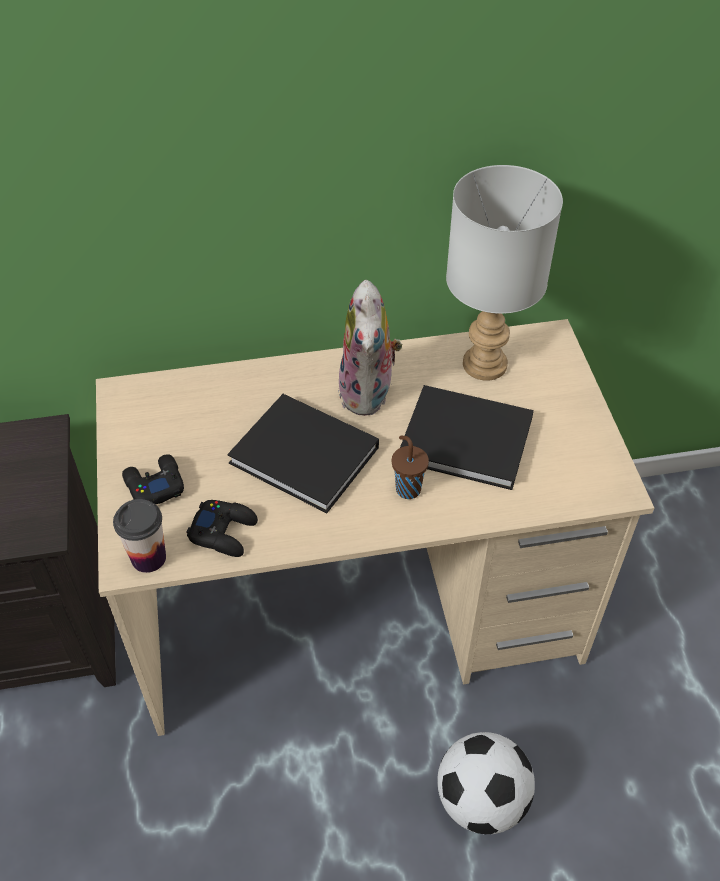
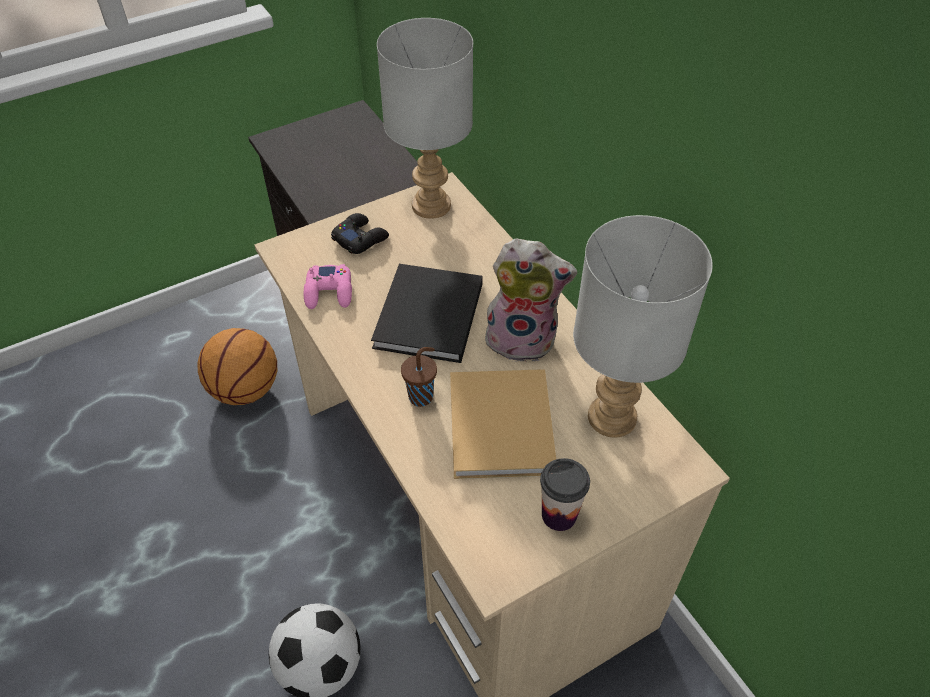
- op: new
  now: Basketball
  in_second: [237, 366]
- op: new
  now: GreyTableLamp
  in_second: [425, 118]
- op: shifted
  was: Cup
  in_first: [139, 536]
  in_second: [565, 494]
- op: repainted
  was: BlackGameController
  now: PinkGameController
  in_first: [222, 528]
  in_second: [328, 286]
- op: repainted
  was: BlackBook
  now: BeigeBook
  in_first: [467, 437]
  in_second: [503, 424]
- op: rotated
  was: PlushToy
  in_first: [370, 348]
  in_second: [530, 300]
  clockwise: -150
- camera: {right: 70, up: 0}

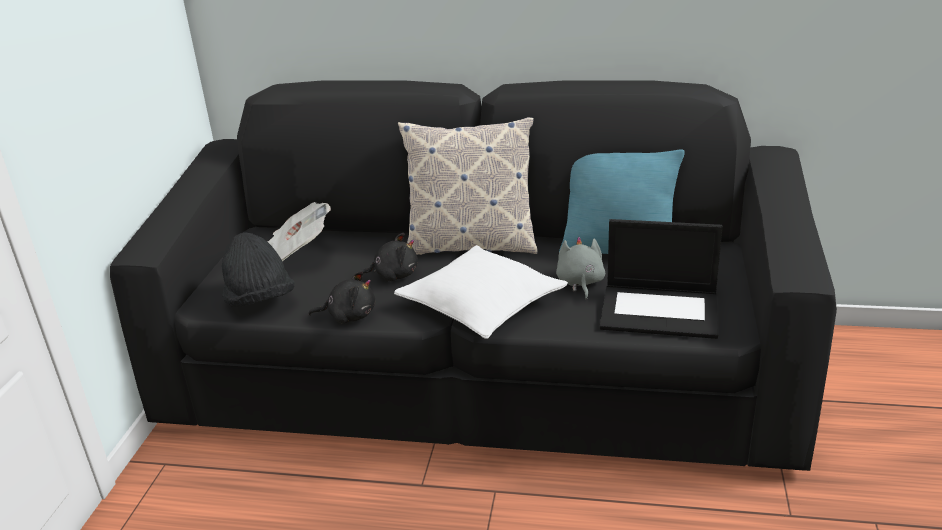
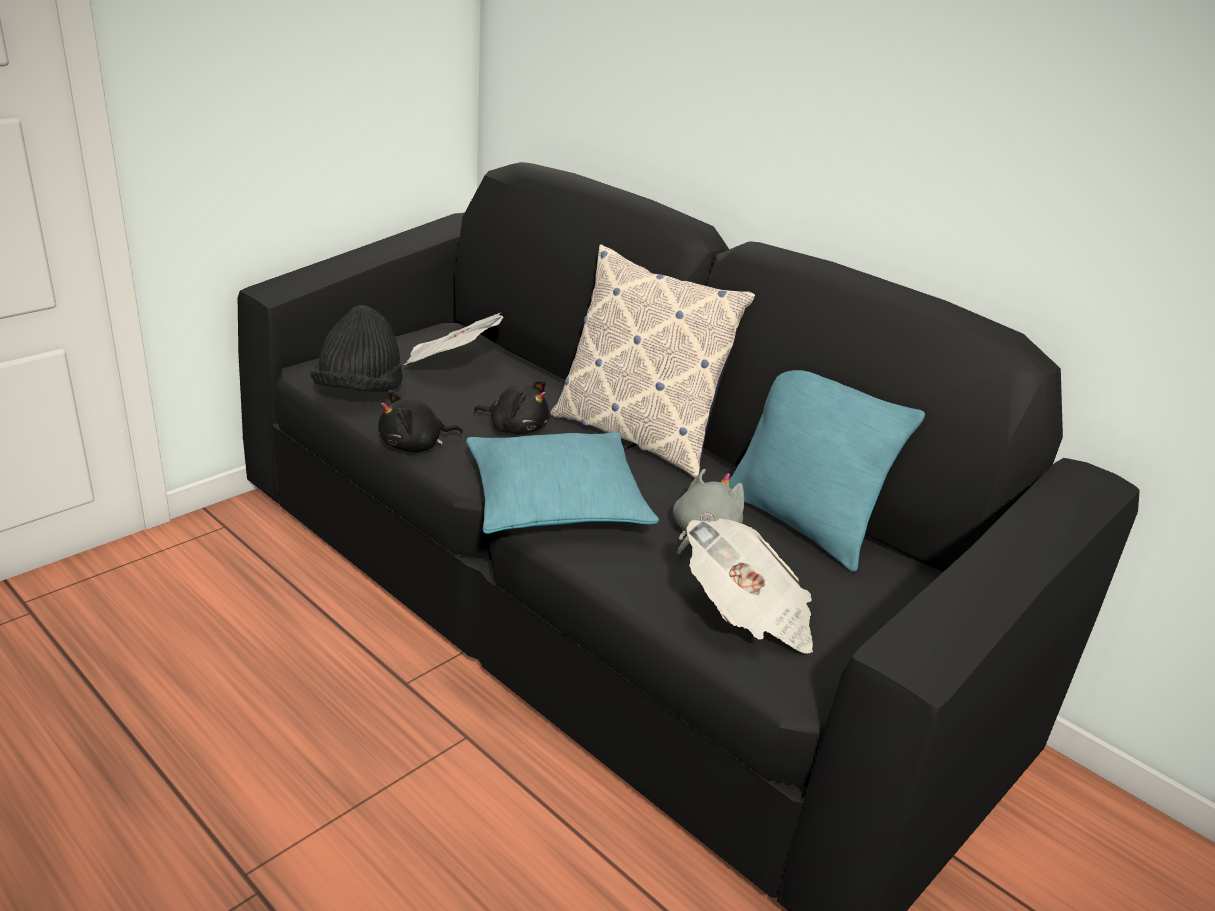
- op: swapped
  was: Laptop
  now: Newspaper
  in_first: [661, 279]
  in_second: [749, 586]
- op: repainted
  was: WhitePillow
  now: TurquoisePillow
  in_first: [481, 292]
  in_second: [562, 483]
- op: rotated
  was: BlackPlushToy
  in_first: [341, 297]
  in_second: [420, 421]
  clockwise: 120
- camera: {right: 30, up: 0}

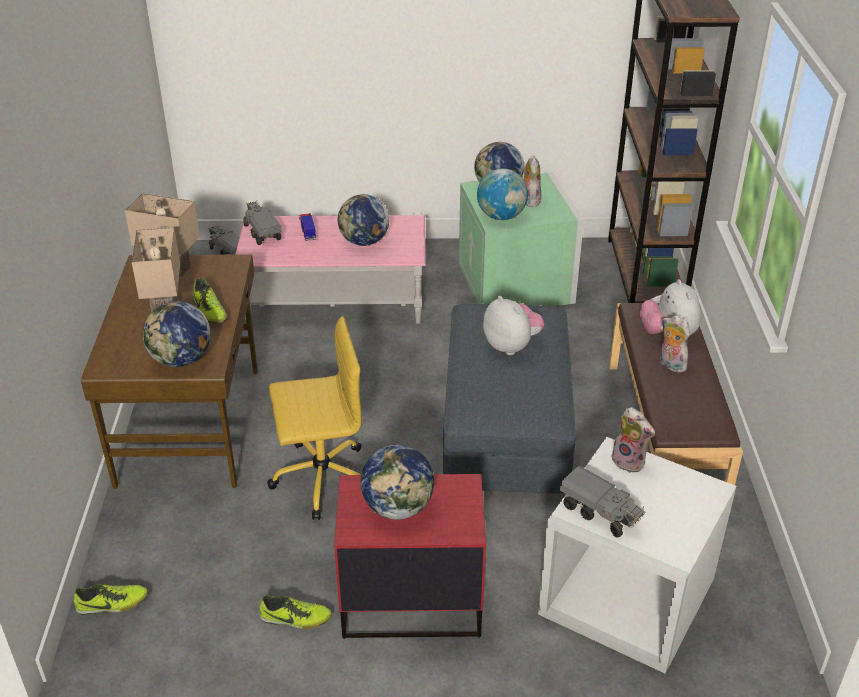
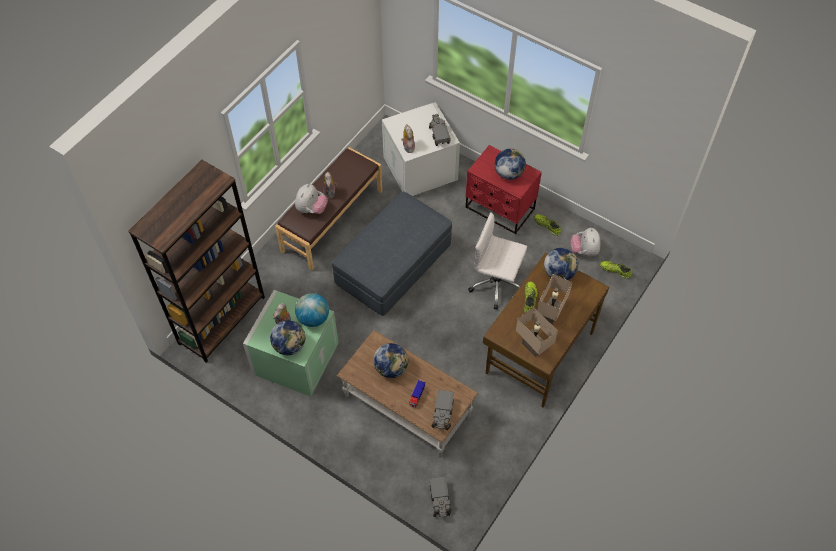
- op: shifted
  was: PlushToy
  in_first: [513, 325]
  in_second: [585, 242]
- op: repainted
  was: PinkCoffeeTable
  now: BrownCoffeeTable
  in_first: [331, 269]
  in_second: [407, 393]
- op: repainted
  was: YellowOfficeChair
  now: WhiteOfficeChair
  in_first: [314, 418]
  in_second: [497, 261]
- camera: {right: -145, up: 20}

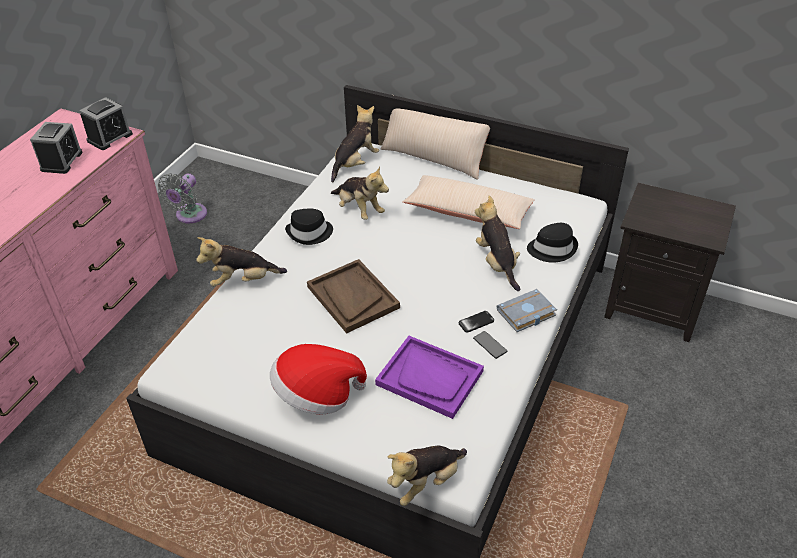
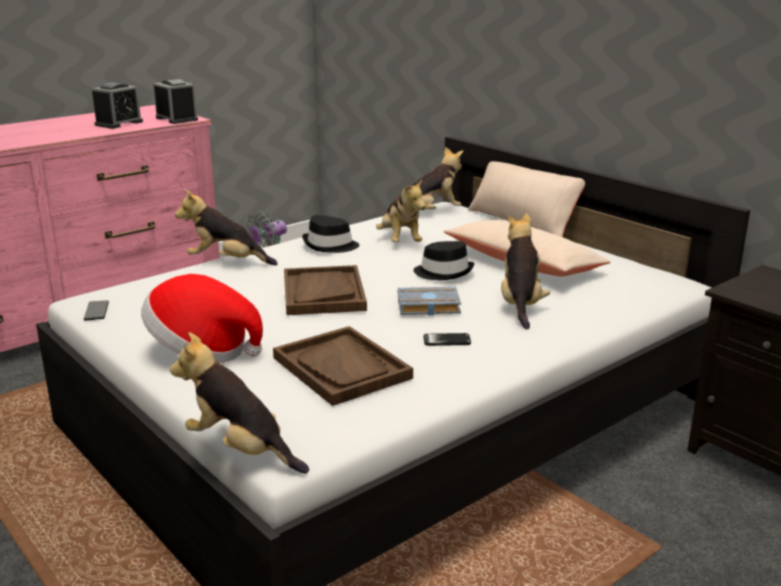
- op: shifted
  was: Phone
  in_first: [490, 345]
  in_second: [96, 310]
- op: shifted
  was: GreyBook
  in_first: [527, 310]
  in_second: [429, 301]
- op: shifted
  was: BlackHat
  in_first: [552, 243]
  in_second: [443, 260]
- op: repainted
  was: PurpleTray
  now: BrownTray
  in_first: [429, 377]
  in_second: [343, 366]
- op: rotated
  was: AlarmClock
  in_first: [106, 123]
  in_second: [175, 101]
  clockwise: -105
- op: rotated
  was: PlushToy
  in_first: [427, 476]
  in_second: [239, 403]
  clockwise: 45
- camera: {right: 25, up: -20}

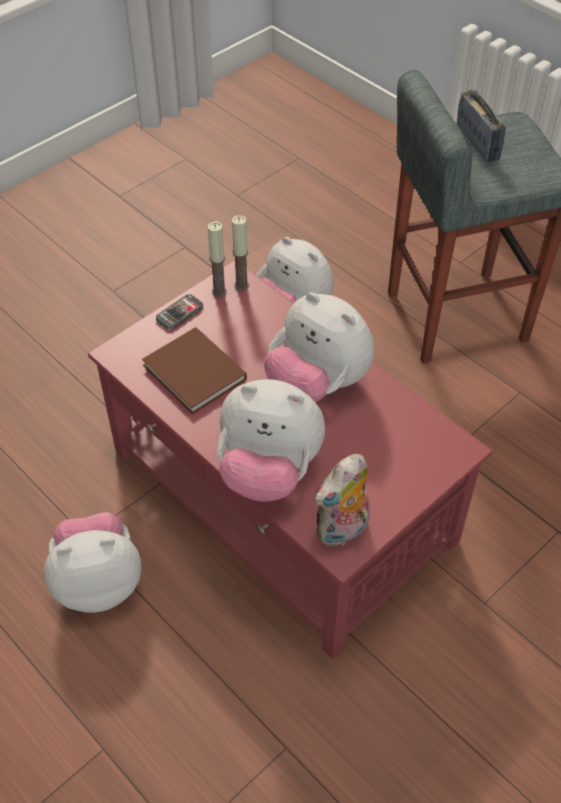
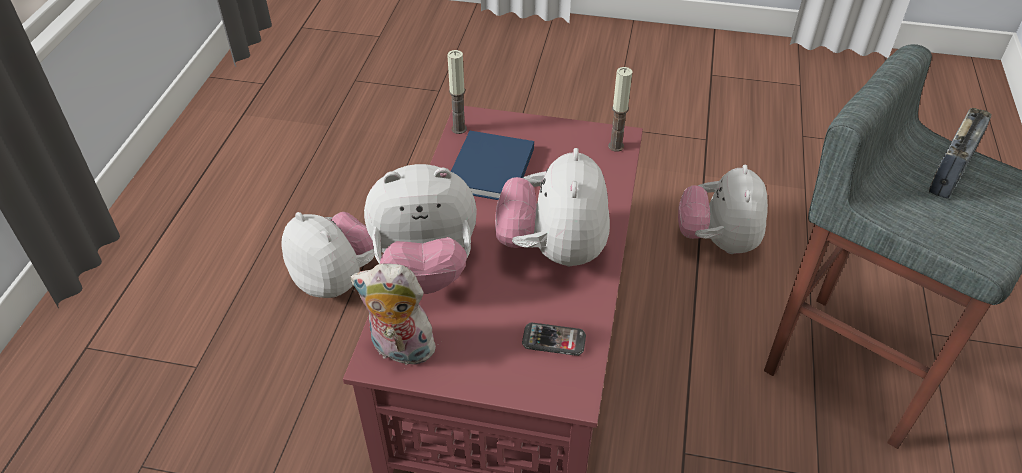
- op: shifted
  was: Phone
  in_first: [179, 312]
  in_second: [554, 339]
- op: shifted
  was: Candle
  in_first: [217, 259]
  in_second: [457, 92]
- op: repainted
  was: BrownBook
  now: BlueBook
  in_first: [194, 370]
  in_second: [492, 165]
- op: rotated
  was: PlushToy
  in_first: [271, 440]
  in_second: [420, 229]
  clockwise: -75
- camera: {right: 55, up: -5}

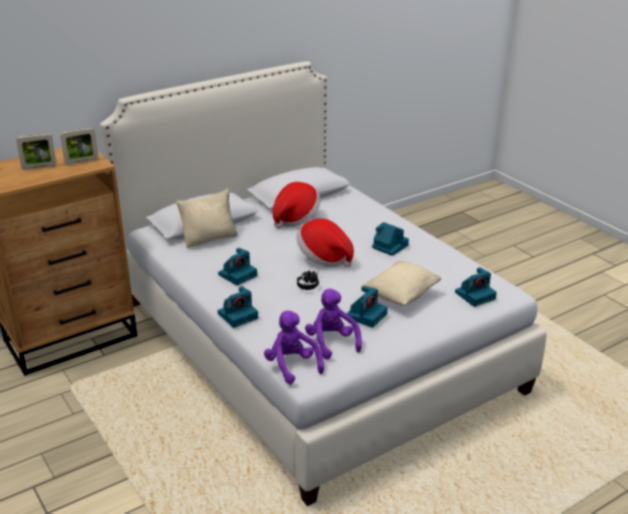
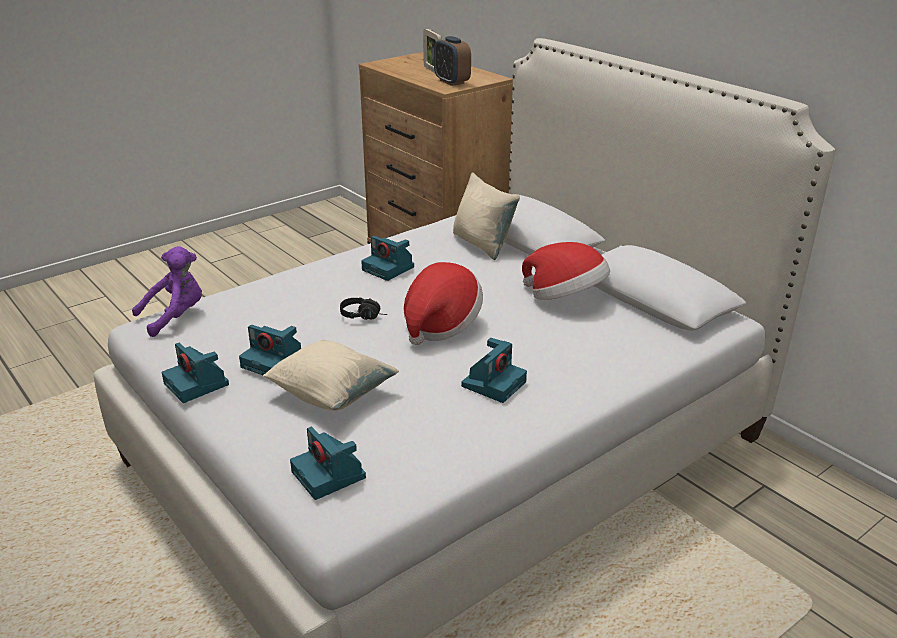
- op: gone
  was: PurplePlushToy
  in_first: [333, 324]
- op: shifted
  was: PhotoCamera
  in_first: [237, 307]
  in_second: [195, 373]
- op: swapped
  was: PictureFrame
  now: AlarmClock
  in_first: [79, 146]
  in_second: [452, 61]
- camera: {right: 85, up: 0}

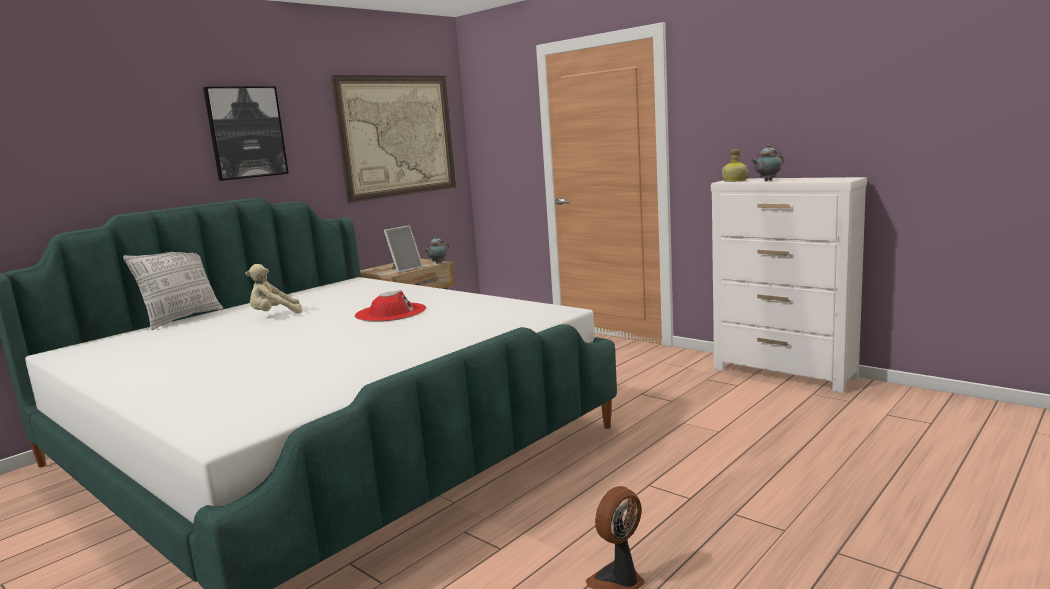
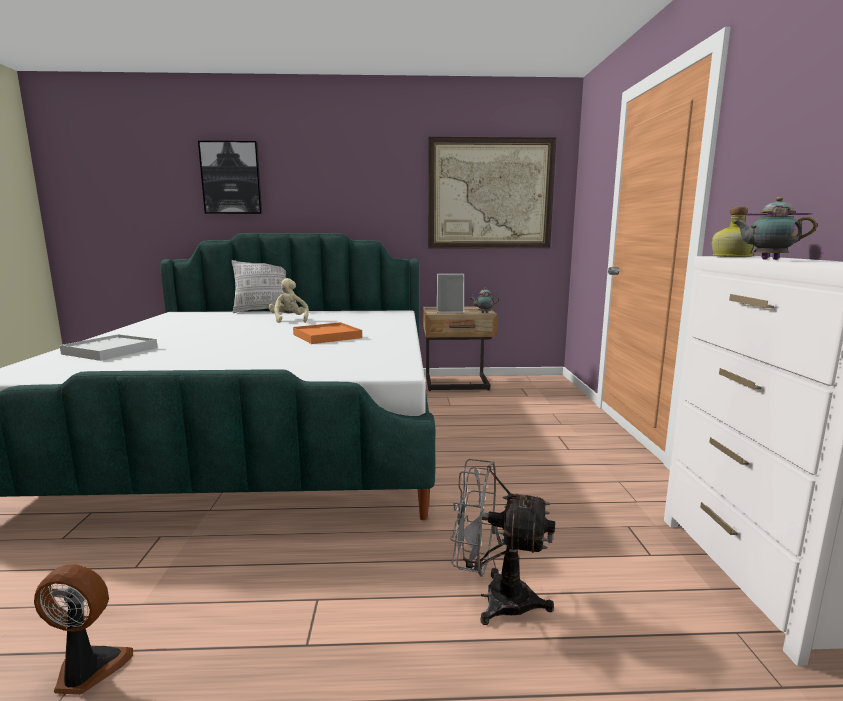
- op: new
  now: WhiteTray
  in_second: [109, 347]
- op: new
  now: GreyFan
  in_second: [502, 542]
- op: shifted
  was: Picture
  in_first: [246, 133]
  in_second: [230, 177]
- op: swapped
  was: RedHat
  now: OrangeTray
  in_first: [390, 306]
  in_second: [327, 333]
- op: rotated
  was: BeigePlushToy
  in_first: [273, 289]
  in_second: [289, 300]
  clockwise: 45
- camera: {right: 45, up: 0}

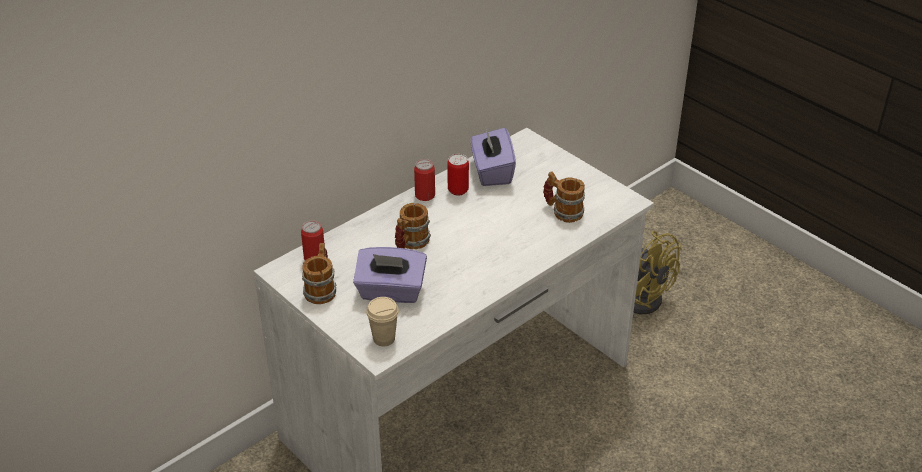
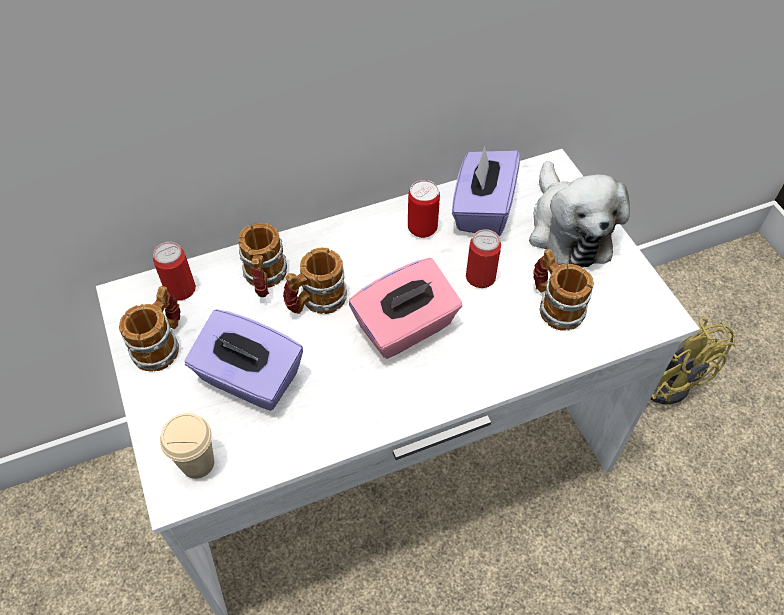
- op: new
  now: Mug
  in_second: [262, 260]
- op: new
  now: PinkTissueBox
  in_second: [405, 308]
- op: new
  now: PlushToy
  in_second: [579, 214]
- op: shifted
  was: Can
  in_first: [424, 180]
  in_second: [483, 258]
- camera: {right: 20, up: 15}

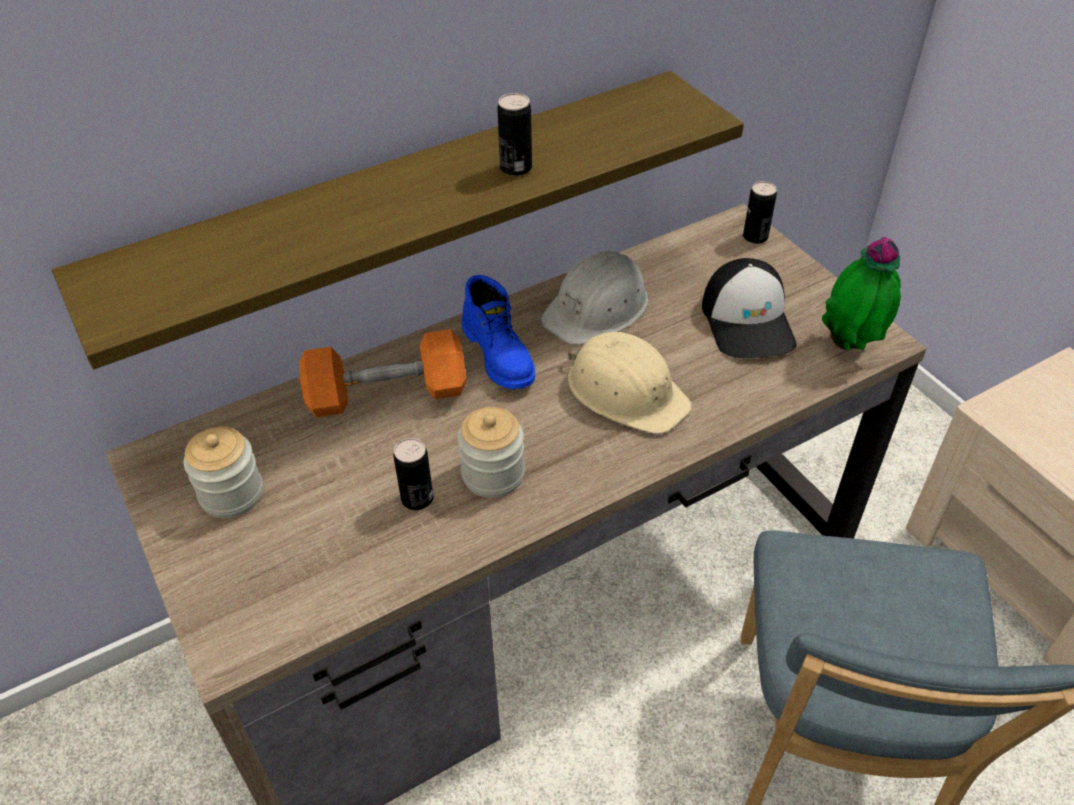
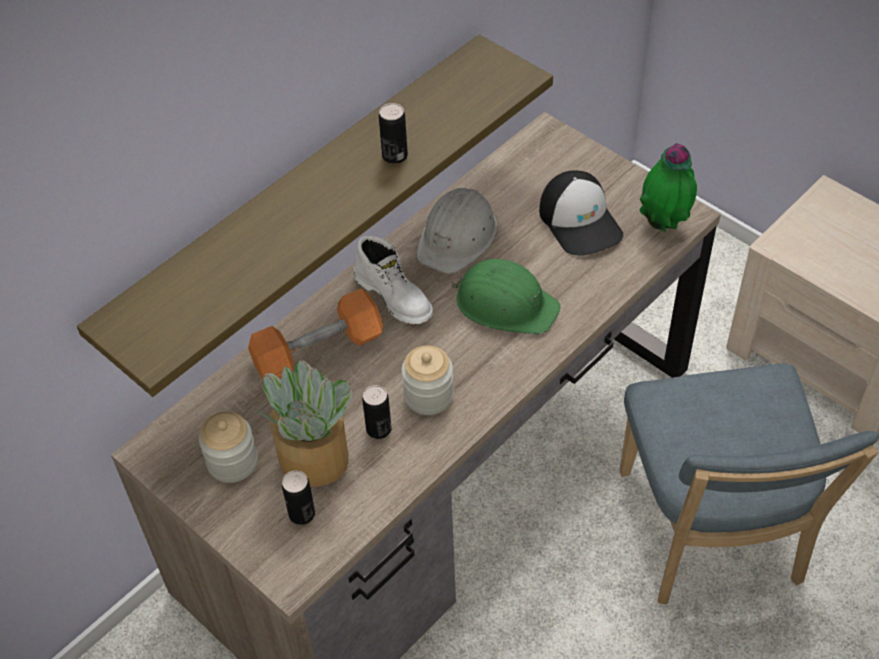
- op: new
  now: PottedPlant
  in_second: [303, 423]
- op: shifted
  was: Can
  in_first: [760, 212]
  in_second: [298, 497]
- op: repainted
  was: BlueBoot
  now: WhiteBoot
  in_first: [498, 332]
  in_second: [393, 279]
- op: repainted
  was: BeigeHardHat
  now: GreenHardHat
  in_first: [629, 383]
  in_second: [505, 296]
- camera: {right: -15, up: 5}

